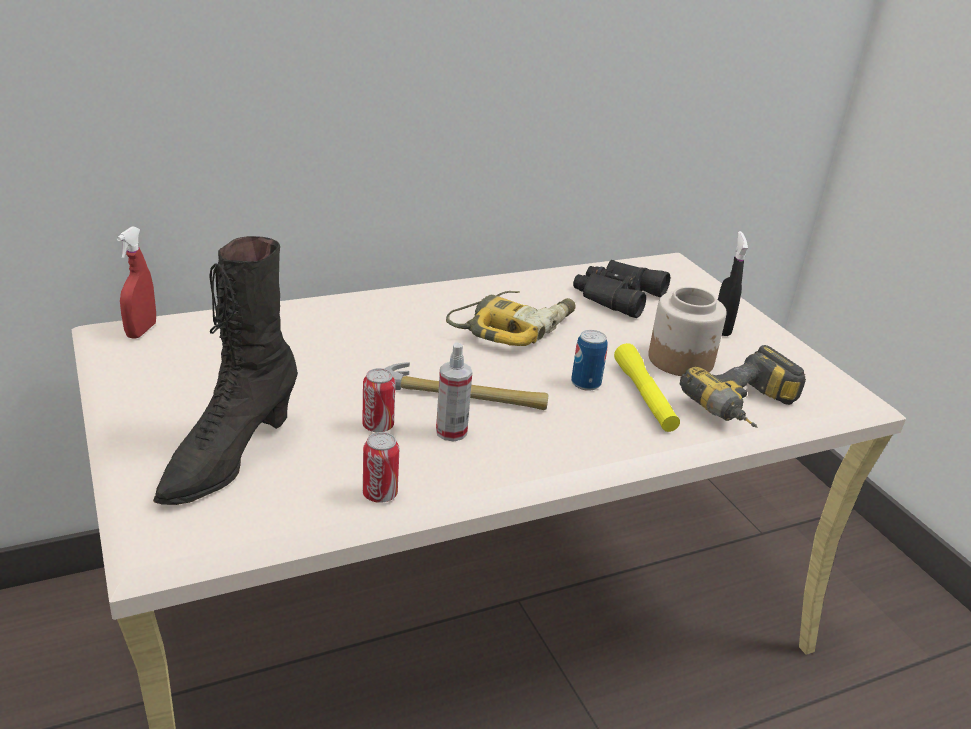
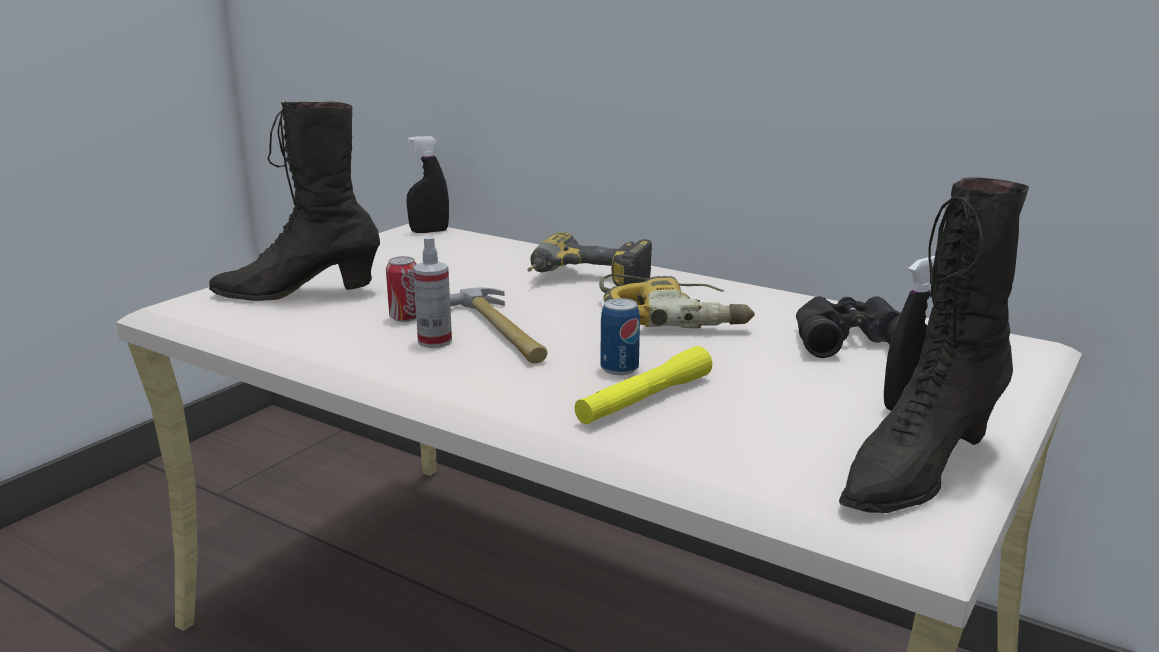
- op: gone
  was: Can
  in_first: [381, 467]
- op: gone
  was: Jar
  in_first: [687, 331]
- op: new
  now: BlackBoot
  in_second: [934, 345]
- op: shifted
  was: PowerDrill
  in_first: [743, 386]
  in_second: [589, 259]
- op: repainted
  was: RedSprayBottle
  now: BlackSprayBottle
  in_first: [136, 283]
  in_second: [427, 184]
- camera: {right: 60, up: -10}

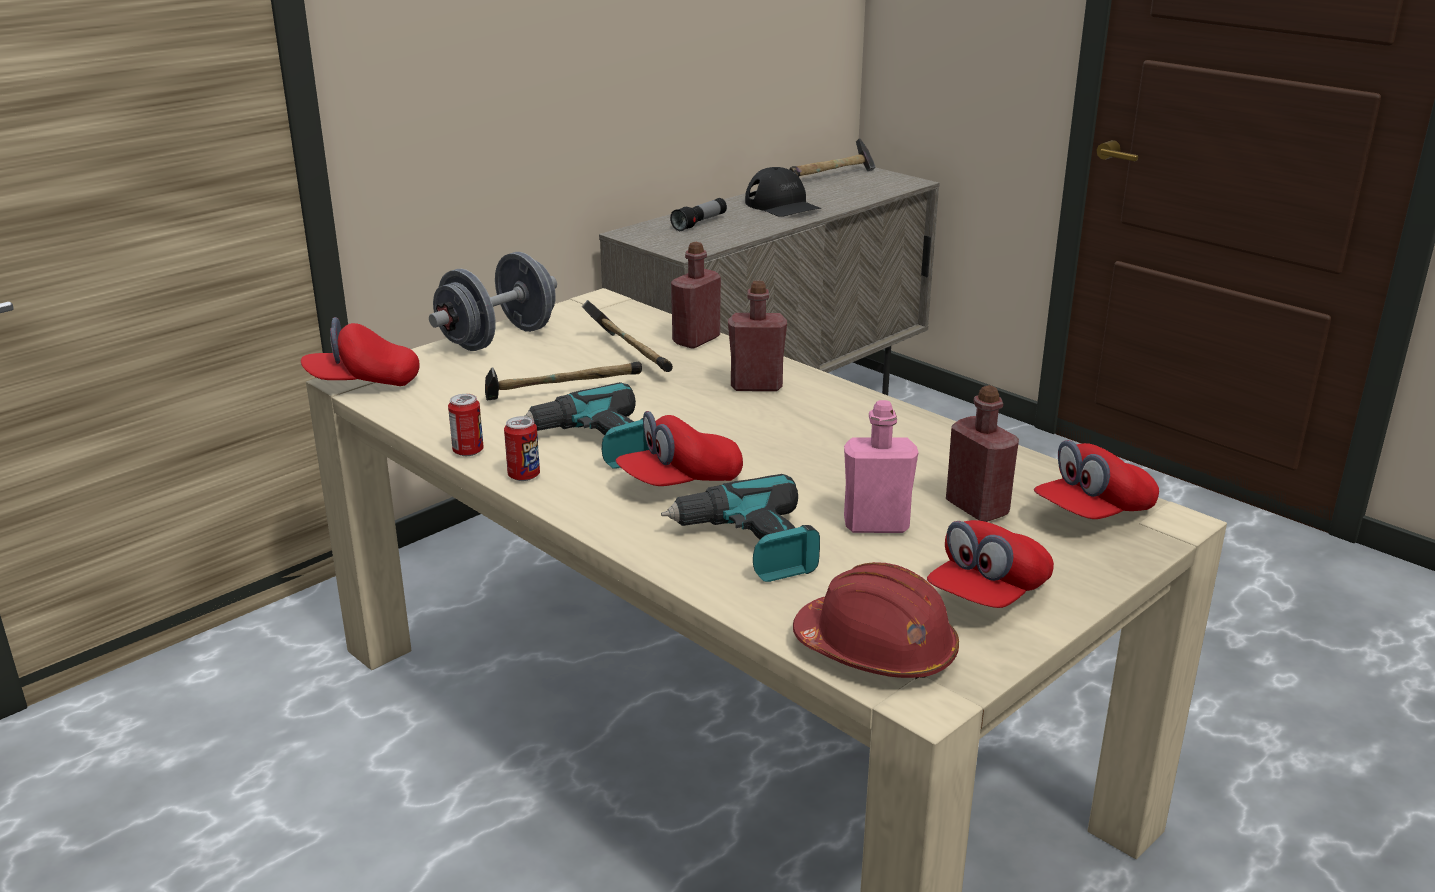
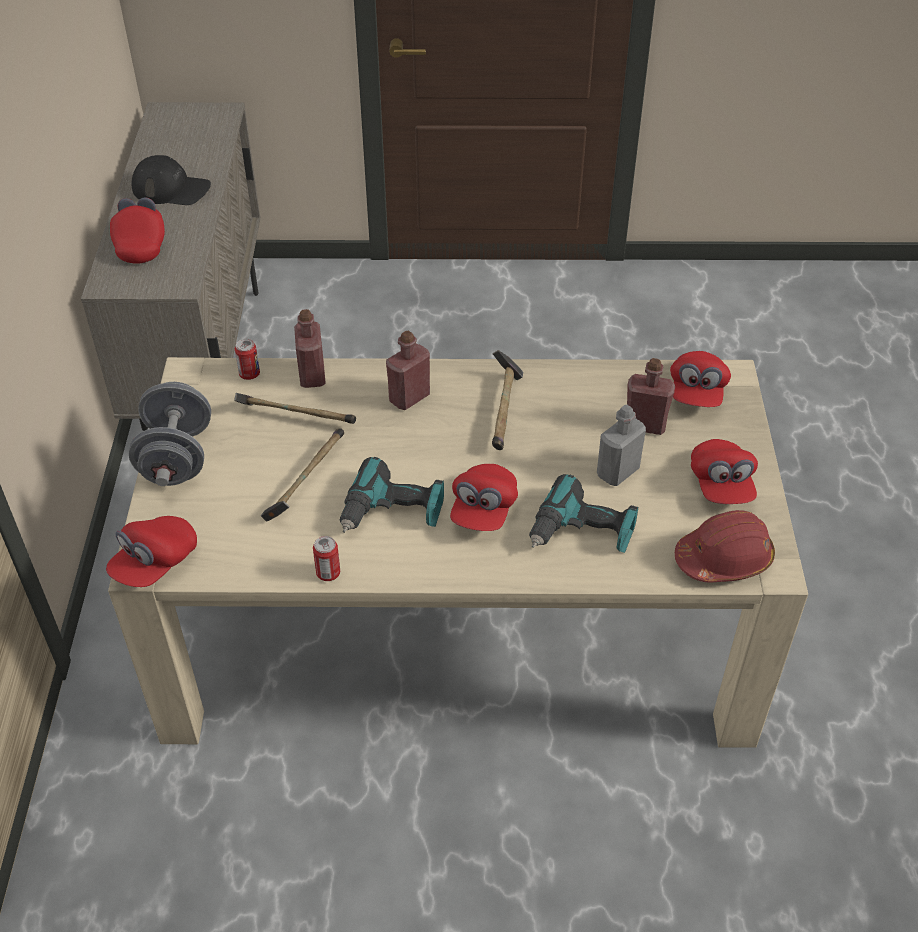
- op: shifted
  was: Can
  in_first: [522, 448]
  in_second: [247, 359]
- op: shifted
  was: Hammer
  in_first: [832, 157]
  in_second: [507, 400]
- op: swapped
  was: Flashlight
  now: RedCap
  in_first: [698, 214]
  in_second: [137, 230]
- op: repainted
  was: PinkBottle
  now: GreyBottle
  in_first: [881, 466]
  in_second: [621, 445]
- camera: {right: -45, up: 20}

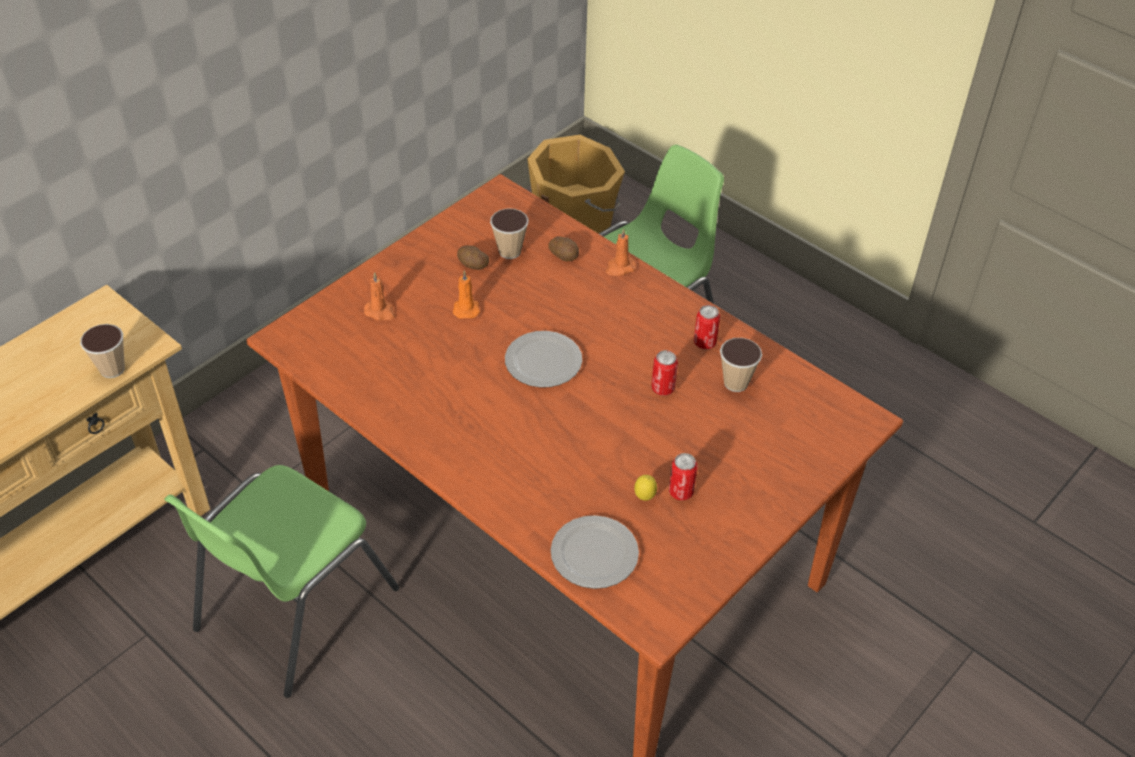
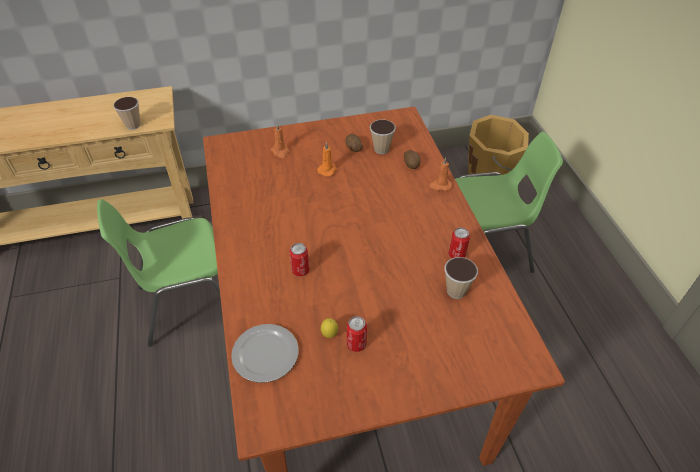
- op: gone
  was: Plate
  in_first: [543, 359]
- op: shifted
  was: Can
  in_first: [664, 373]
  in_second: [299, 260]
- camera: {right: 35, up: 0}

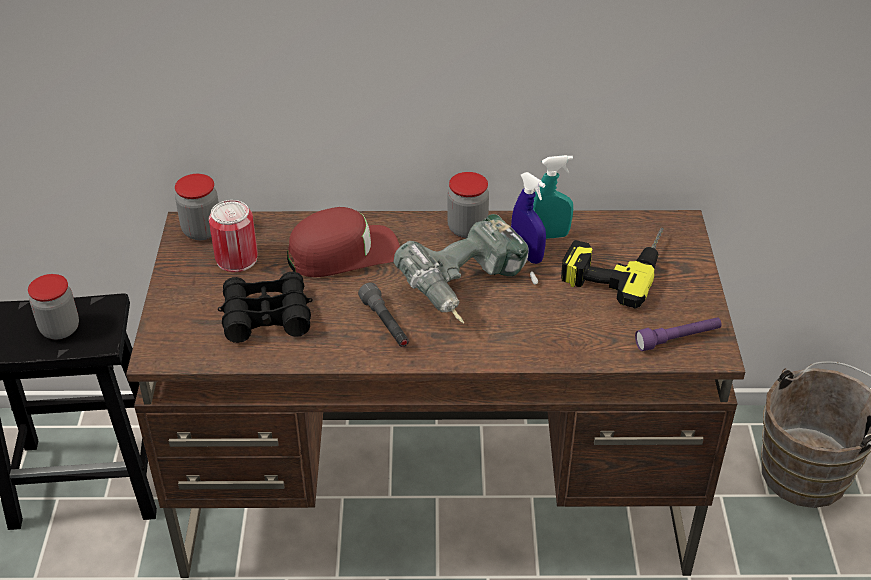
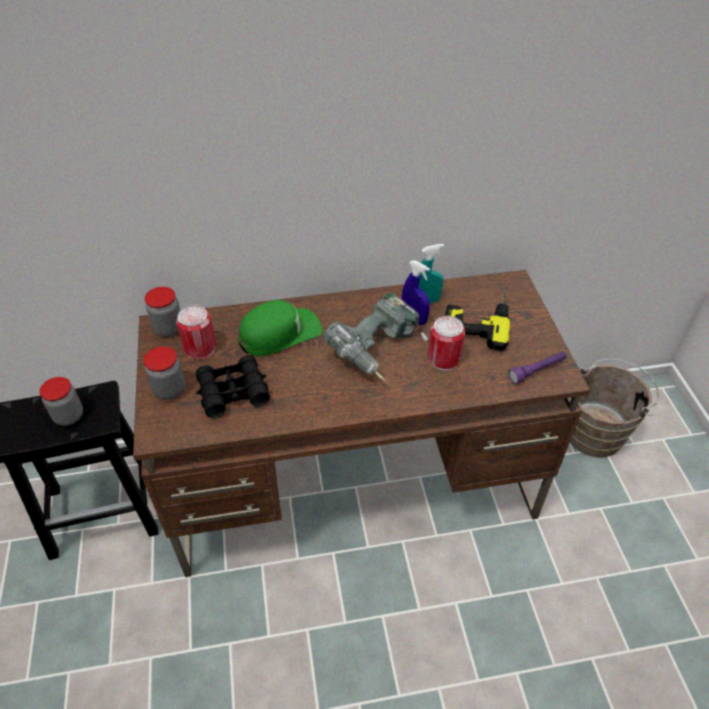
- op: gone
  was: GreyFlashlight
  in_first: [383, 314]
- op: new
  now: Can
  in_second: [446, 343]
- op: shifted
  was: Jar
  in_first: [468, 205]
  in_second: [164, 373]
- op: repainted
  was: RedCap
  now: GreenCap
  in_first: [343, 242]
  in_second: [280, 328]
- camera: {right: -10, up: 5}

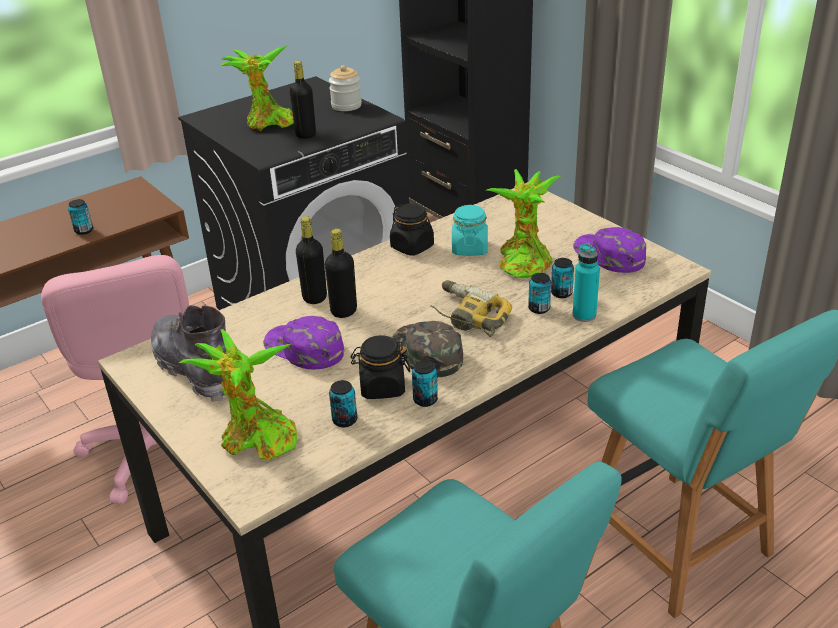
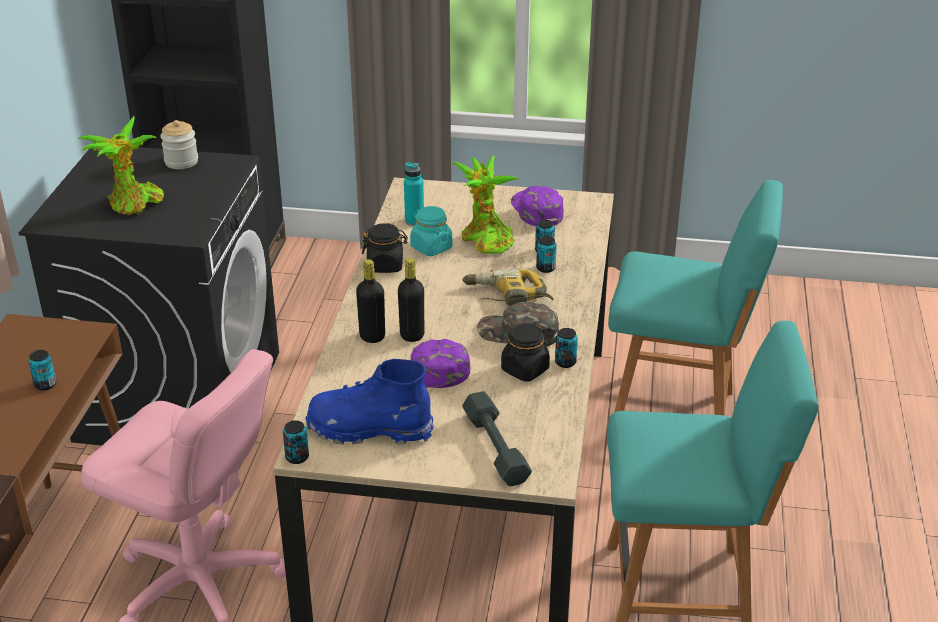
- op: gone
  was: BlackBottle
  in_first: [303, 100]
- op: shifted
  was: Can
  in_first: [343, 403]
  in_second: [296, 442]
- op: shifted
  was: TurquoiseBottle
  in_first: [586, 282]
  in_second: [414, 194]
- op: swapped
  was: PottedPlant
  now: GreyDumbbell
  in_first: [238, 394]
  in_second: [497, 439]
- op: repainted
  was: GreyBoot
  now: BlueBoot
  in_first: [188, 353]
  in_second: [370, 402]
- op: rotated
  was: PurpleCap
  in_first: [609, 250]
  in_second: [537, 206]
  clockwise: 60
- camera: {right: -45, up: 0}

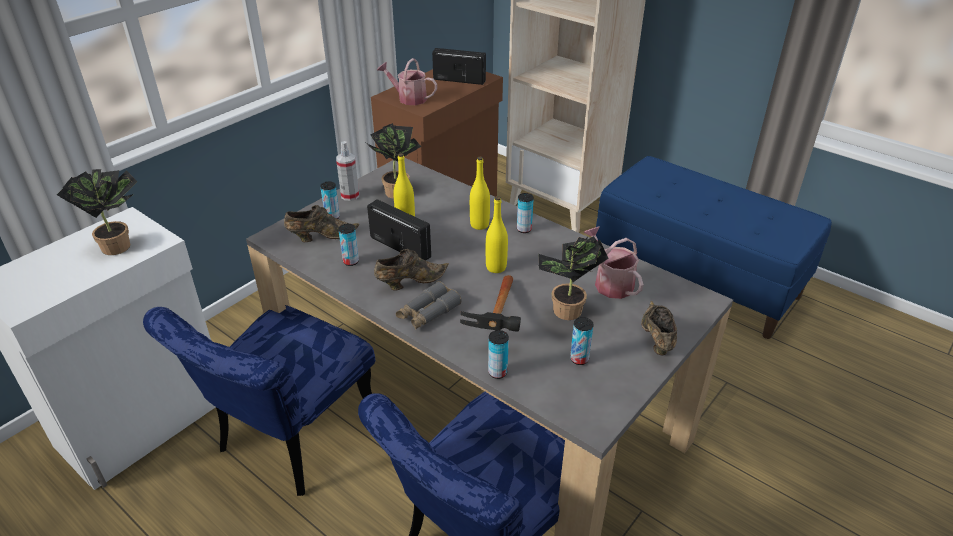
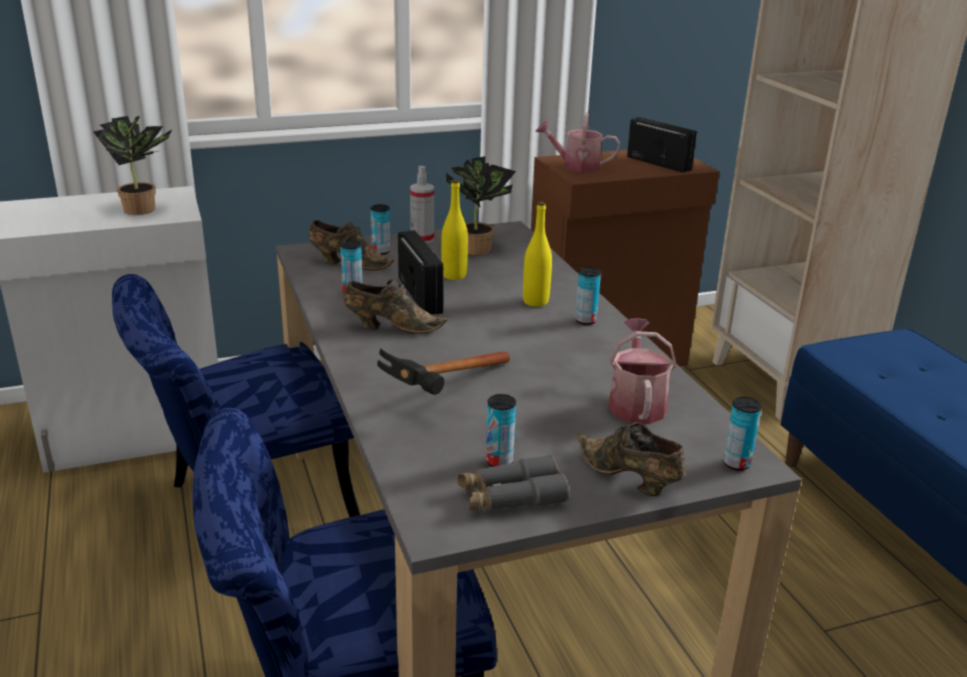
- op: gone
  was: YellowBottle
  in_first: [497, 234]
- op: gone
  was: PottedPlant
  in_first: [573, 278]
- op: shifted
  was: GreyBinoculars
  in_first: [429, 305]
  in_second: [513, 483]
- op: shifted
  was: Can
  in_first: [498, 354]
  in_second: [742, 434]
- op: rotated
  was: WateringCan
  in_first: [407, 81]
  in_second: [577, 142]
  clockwise: -45
- op: rotated
  was: BrownShoe
  in_first: [659, 328]
  in_second: [631, 459]
  clockwise: -75
- camera: {right: 30, up: -10}

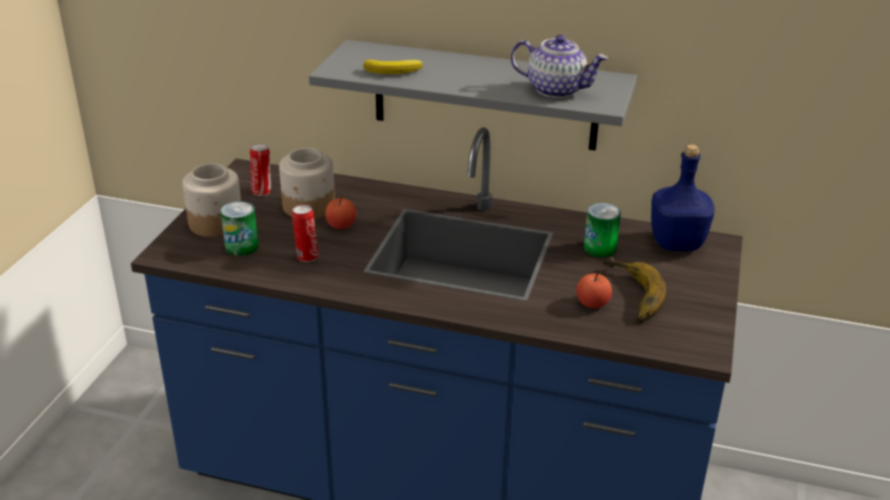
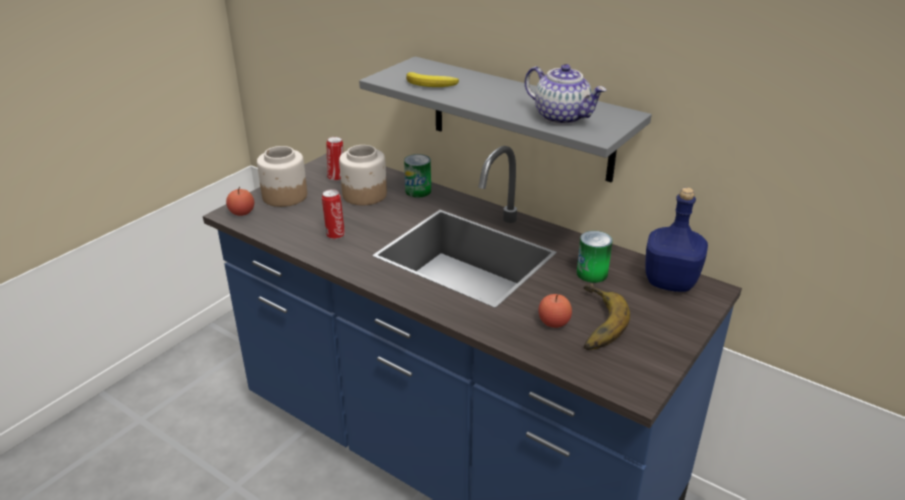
- op: shifted
  was: Can
  in_first: [239, 228]
  in_second: [417, 176]
- op: shifted
  was: Apple
  in_first: [340, 212]
  in_second: [240, 201]
- camera: {right: 20, up: 0}

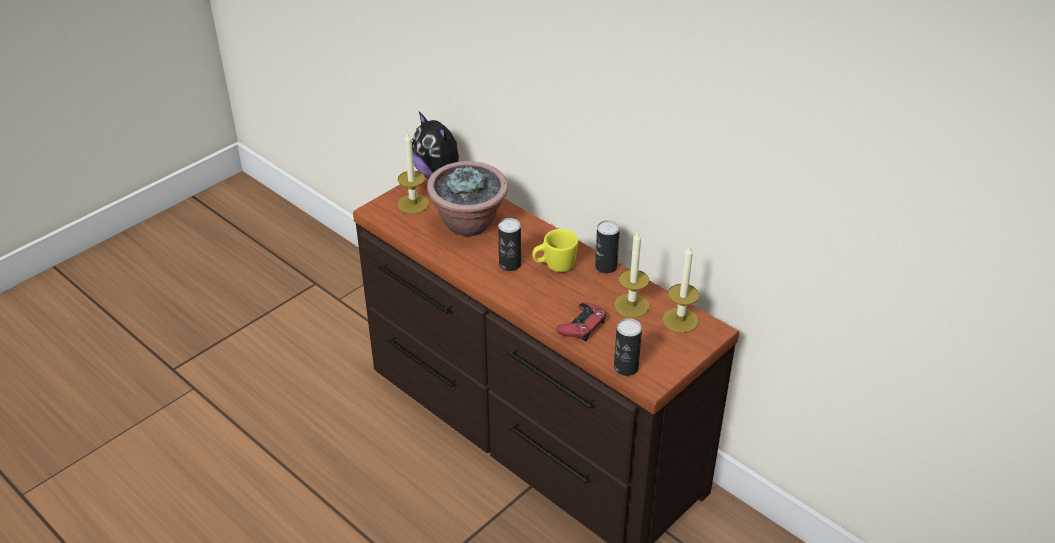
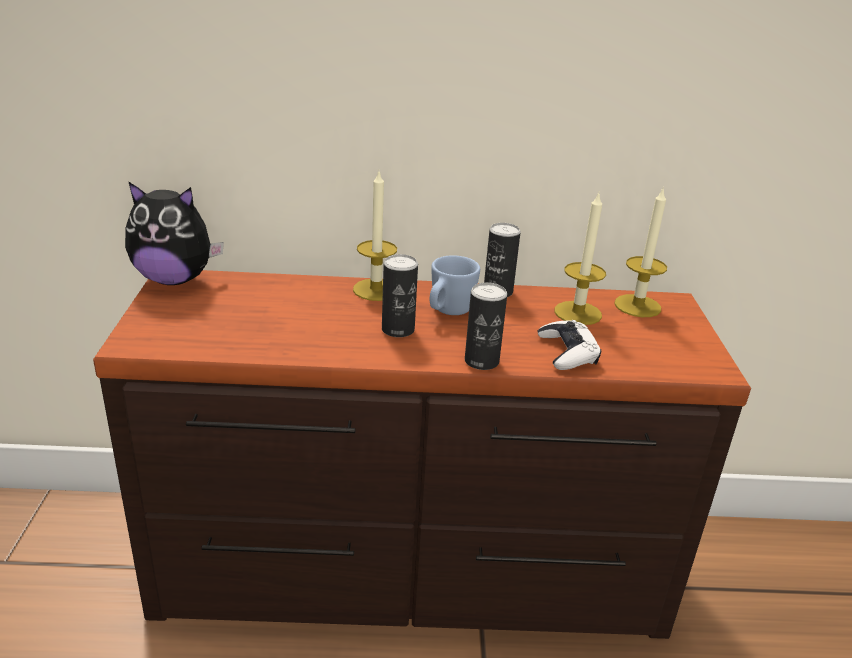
- op: gone
  was: PottedPlant
  in_first: [467, 198]
- op: shifted
  was: Candle
  in_first: [413, 172]
  in_second: [375, 236]
- op: shifted
  was: Can
  in_first: [628, 347]
  in_second: [486, 326]
- op: repainted
  was: YellowMug
  now: BlueMug
  in_first: [555, 250]
  in_second: [455, 285]
- op: repainted
  was: RedGameController
  now: WhiteGameController
  in_first: [581, 322]
  in_second: [569, 345]
- camera: {right: -45, up: -10}

